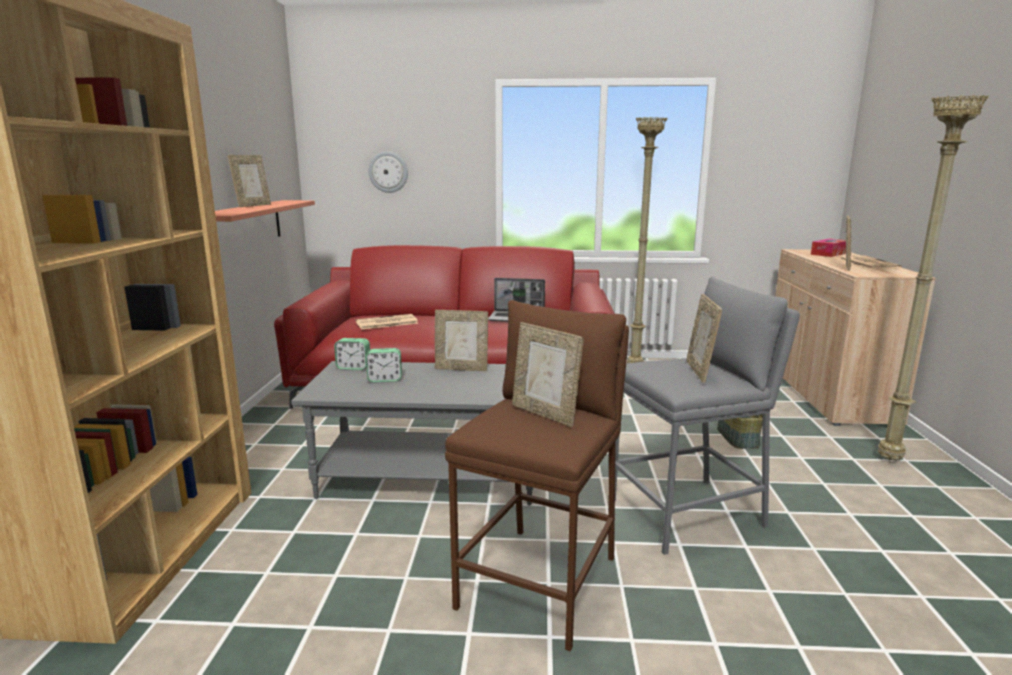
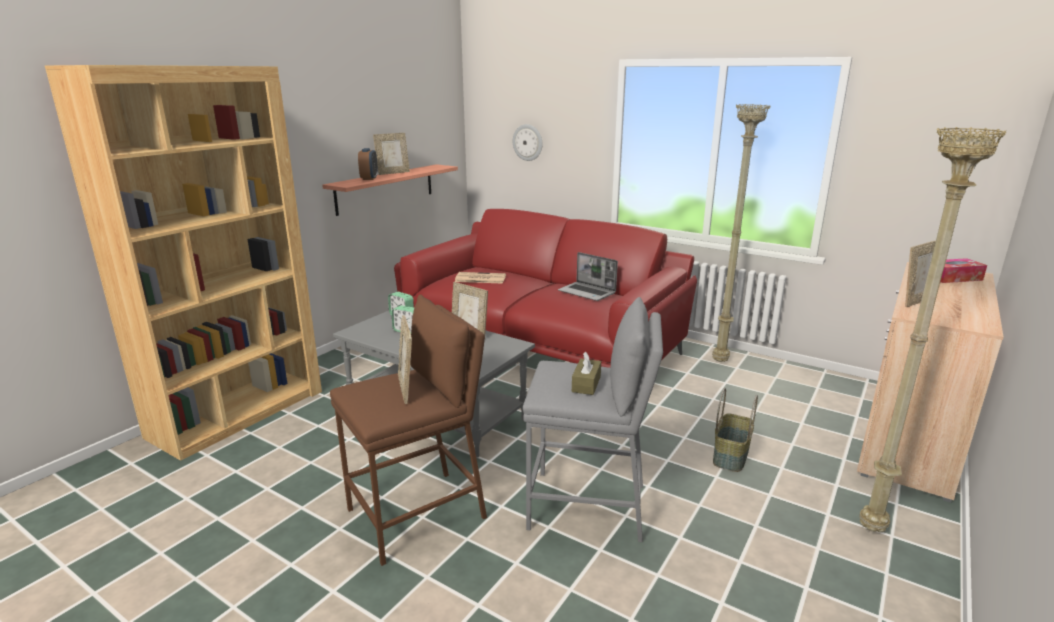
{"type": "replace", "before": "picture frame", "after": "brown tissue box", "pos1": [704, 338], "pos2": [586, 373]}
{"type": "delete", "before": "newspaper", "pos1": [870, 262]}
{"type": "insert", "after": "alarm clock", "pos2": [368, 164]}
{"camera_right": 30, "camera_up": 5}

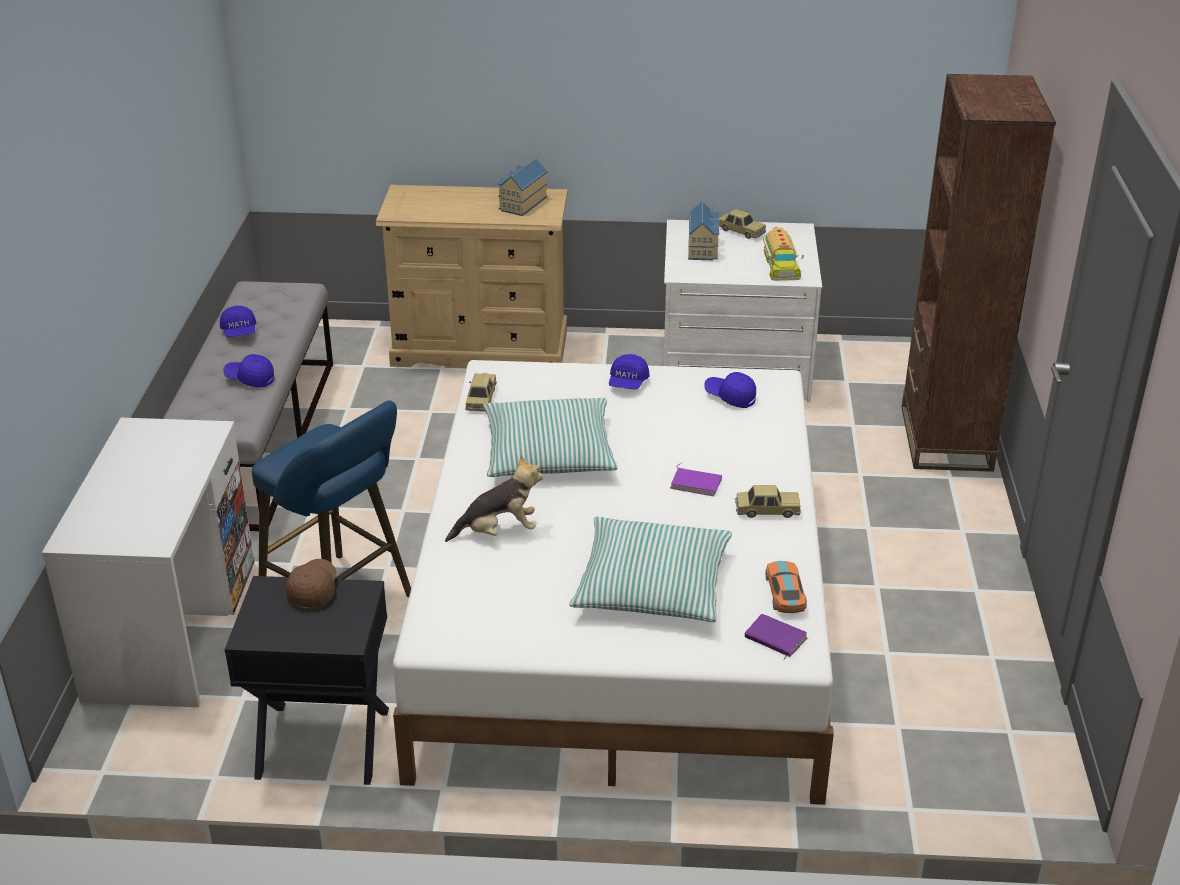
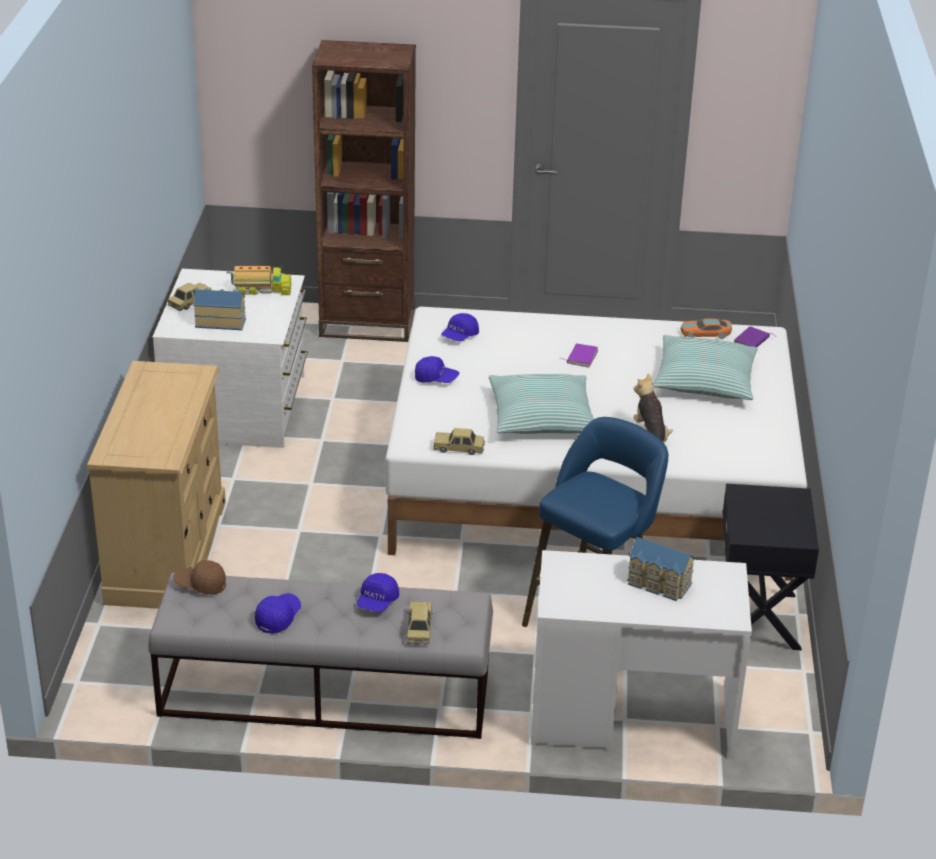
{"type": "rotate", "before": "blue cap", "pos1": [238, 321], "pos2": [278, 613], "turn": -45}
{"type": "move", "before": "brown cap", "pos1": [311, 585], "pos2": [199, 577]}
{"type": "move", "before": "toy house", "pos1": [522, 187], "pos2": [661, 569]}
{"type": "move", "before": "toy car", "pos1": [768, 501], "pos2": [420, 623]}
{"camera_right": -90, "camera_up": 0}

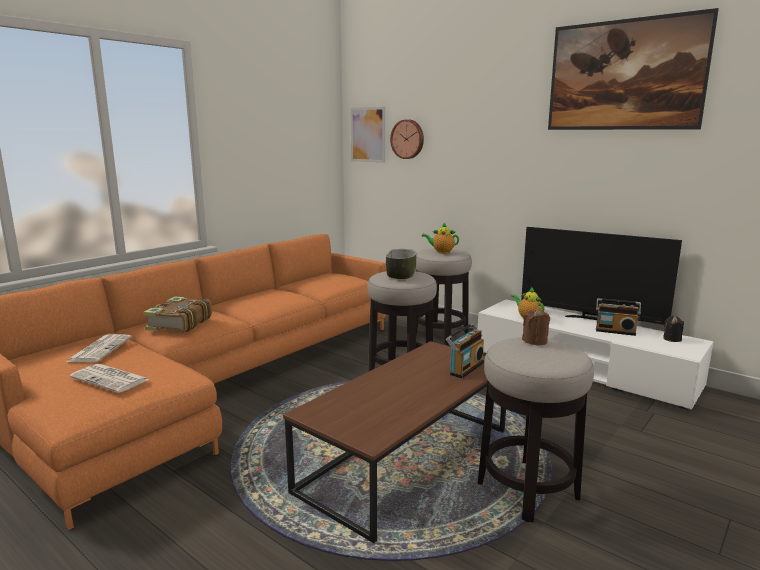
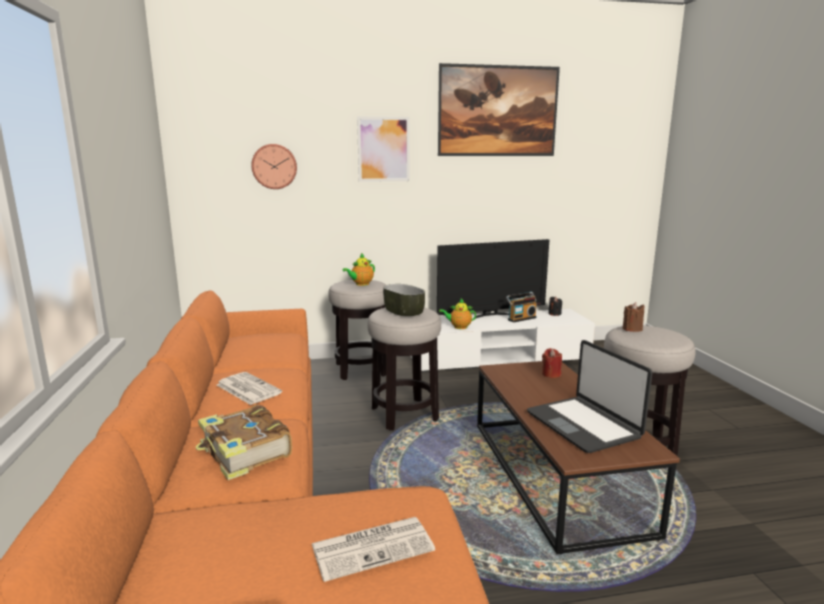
{"type": "move", "before": "newspaper", "pos1": [99, 348], "pos2": [249, 388]}
{"type": "move", "before": "picture", "pos1": [368, 135], "pos2": [383, 149]}
{"type": "replace", "before": "radio", "after": "red candle", "pos1": [465, 350], "pos2": [552, 363]}
{"type": "insert", "after": "laptop", "pos2": [589, 396]}
{"camera_right": -50, "camera_up": 0}

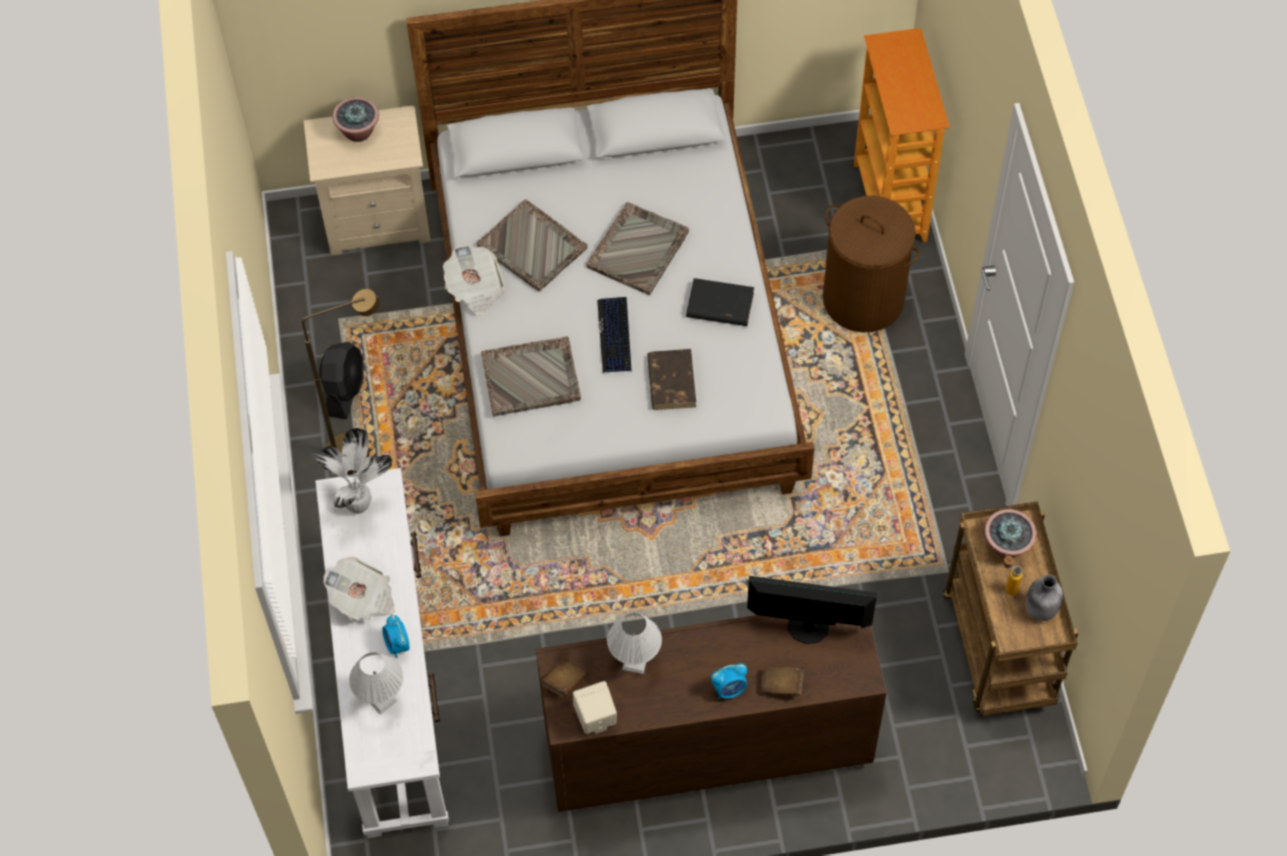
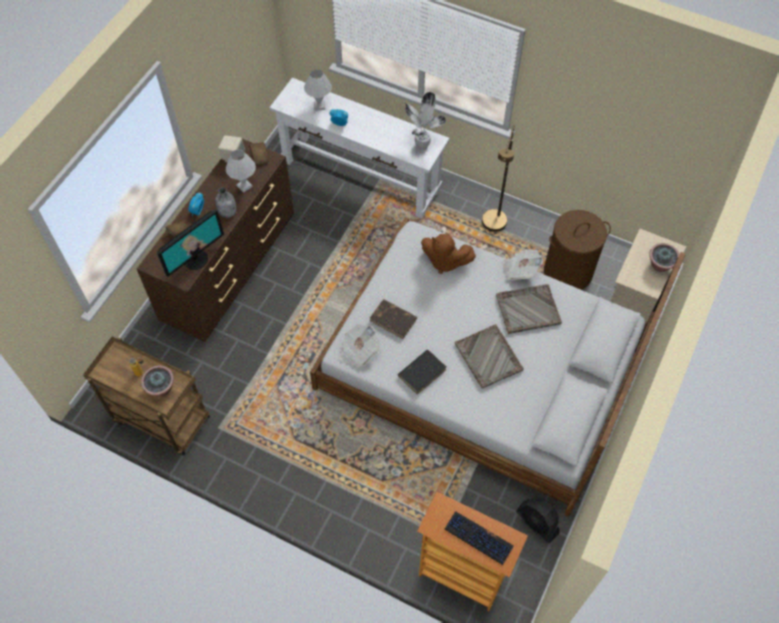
{"type": "move", "before": "black fan", "pos1": [341, 380], "pos2": [538, 520]}
{"type": "move", "before": "newspaper", "pos1": [359, 588], "pos2": [359, 346]}
{"type": "replace", "before": "grey tray", "after": "brown plush toy", "pos1": [531, 376], "pos2": [448, 254]}
{"type": "move", "before": "keyboard", "pos1": [614, 335], "pos2": [479, 538]}
{"type": "move", "before": "brown laundry basket", "pos1": [871, 264], "pos2": [577, 250]}
{"type": "move", "before": "grey bottle", "pos1": [1044, 598], "pos2": [225, 202]}
{"camera_right": 125, "camera_up": 0}

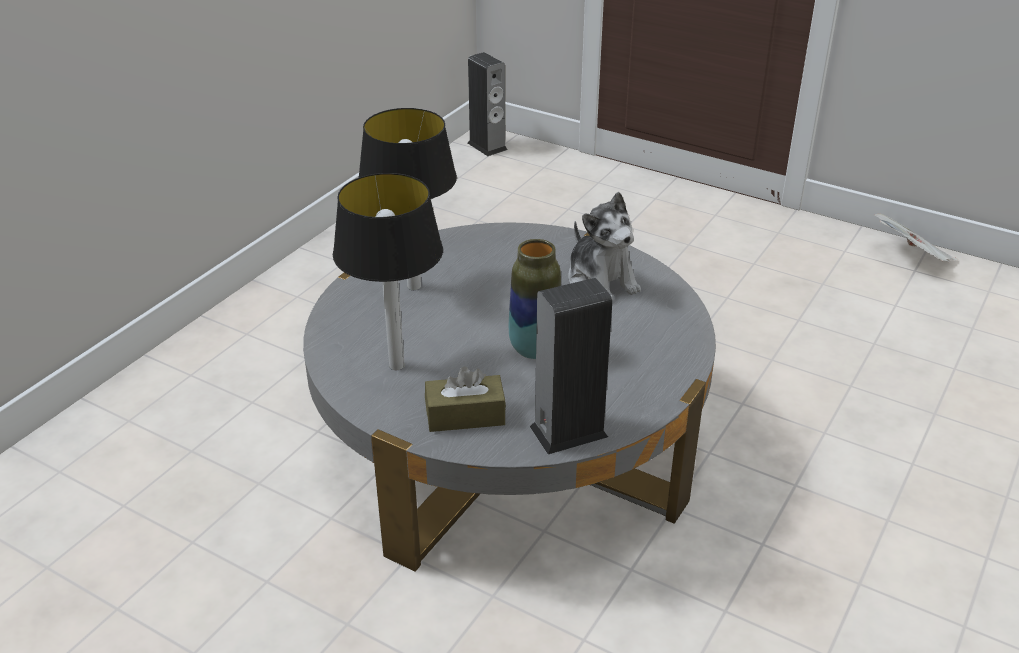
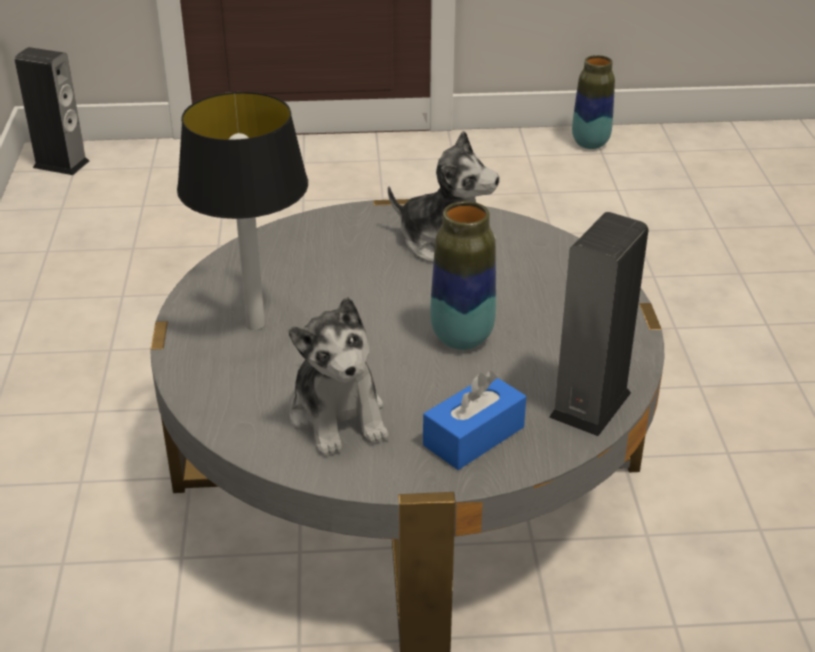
{"type": "replace", "before": "table lamp", "after": "plush toy", "pos1": [388, 271], "pos2": [338, 376]}
{"type": "recolor", "before": "brown tissue box", "after": "blue tissue box", "pos1": [465, 399], "pos2": [474, 420]}
{"type": "replace", "before": "newspaper", "after": "vase", "pos1": [916, 238], "pos2": [593, 102]}
{"camera_right": -35, "camera_up": 0}

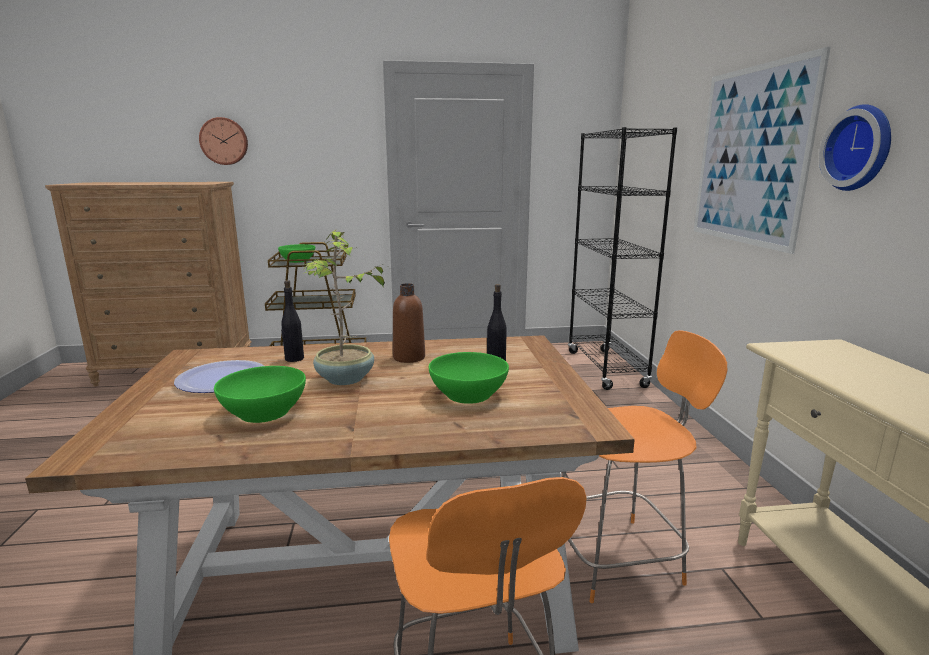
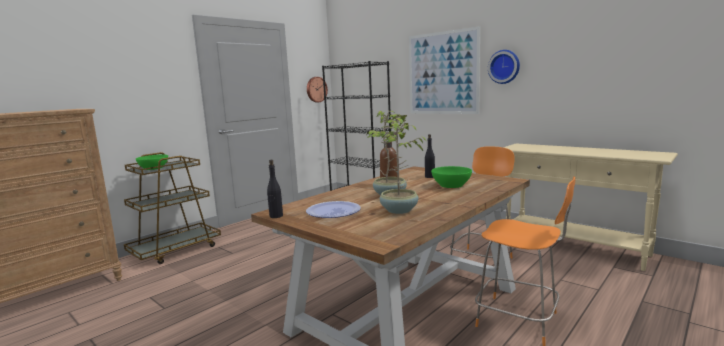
{"type": "move", "before": "wall clock", "pos1": [223, 141], "pos2": [317, 89]}
{"type": "replace", "before": "green bowl", "after": "potted plant", "pos1": [260, 394], "pos2": [399, 164]}
{"type": "move", "before": "black bottle", "pos1": [292, 321], "pos2": [275, 189]}
{"camera_right": -40, "camera_up": -5}

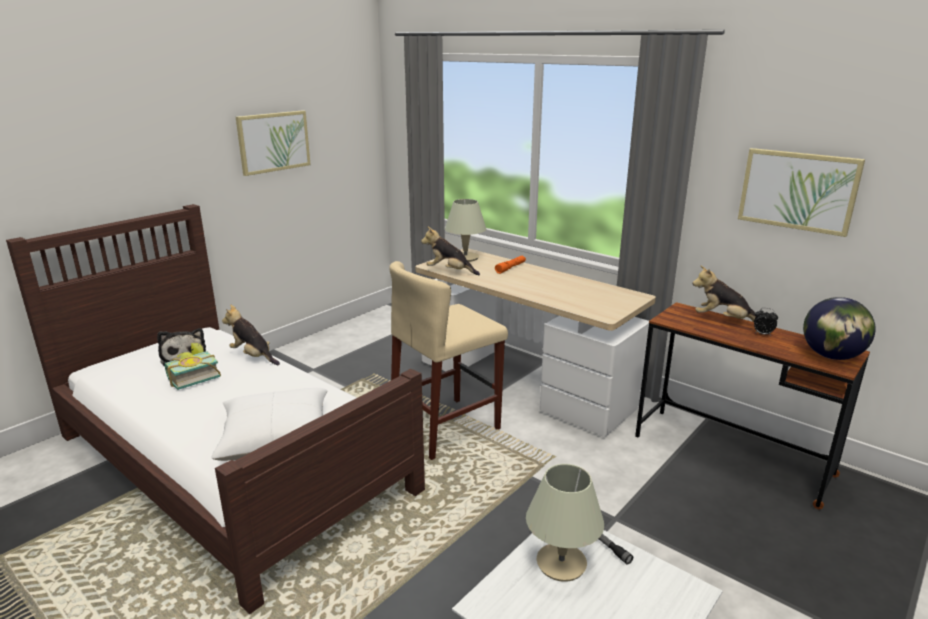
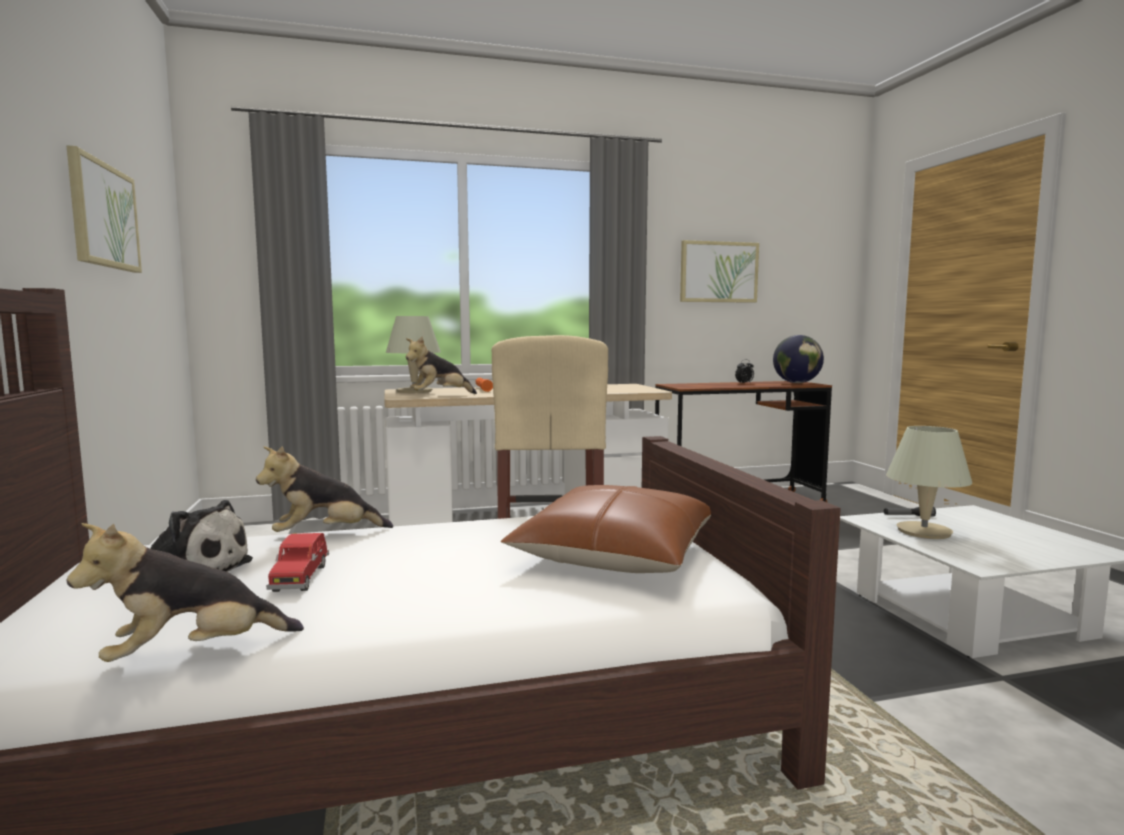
{"type": "replace", "before": "book", "after": "red toy car", "pos1": [193, 366], "pos2": [297, 562]}
{"type": "recolor", "before": "white pillow", "after": "brown pillow", "pos1": [269, 424], "pos2": [605, 529]}
{"type": "move", "before": "plush toy", "pos1": [724, 293], "pos2": [185, 592]}
{"camera_right": -55, "camera_up": -15}

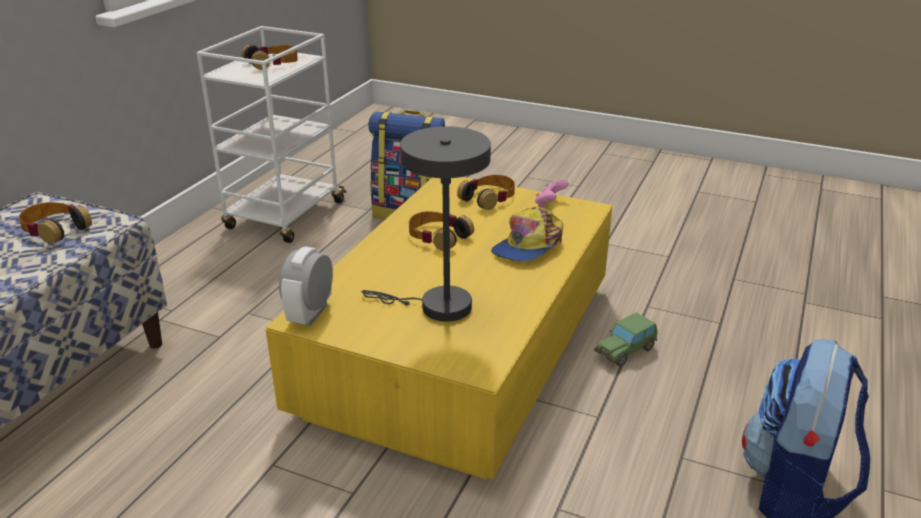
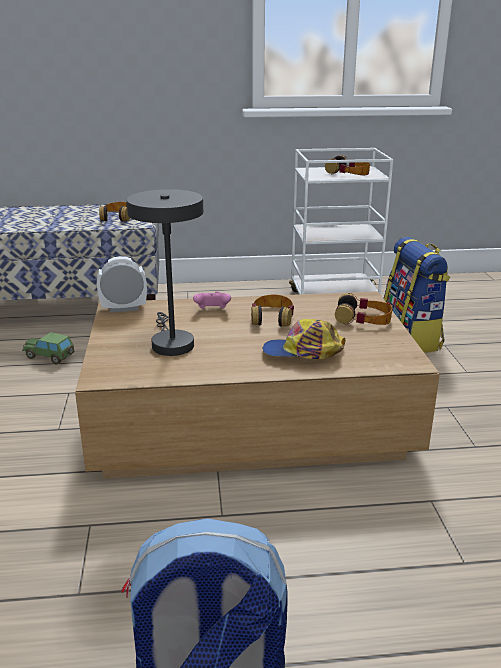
{"type": "recolor", "before": "yellow coffee table", "after": "brown coffee table", "pos1": [438, 328], "pos2": [257, 385]}
{"type": "move", "before": "pink game controller", "pos1": [552, 193], "pos2": [212, 300]}
{"type": "move", "before": "toy car", "pos1": [626, 339], "pos2": [48, 348]}
{"camera_right": 60, "camera_up": -5}

